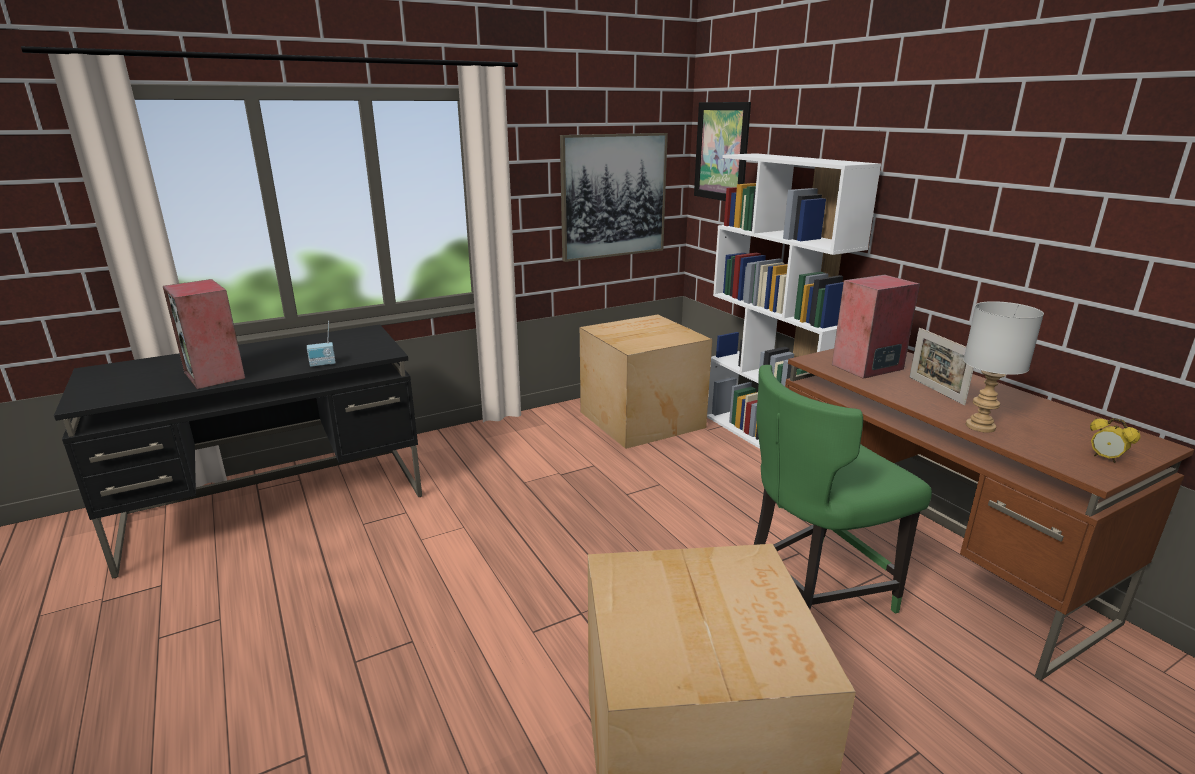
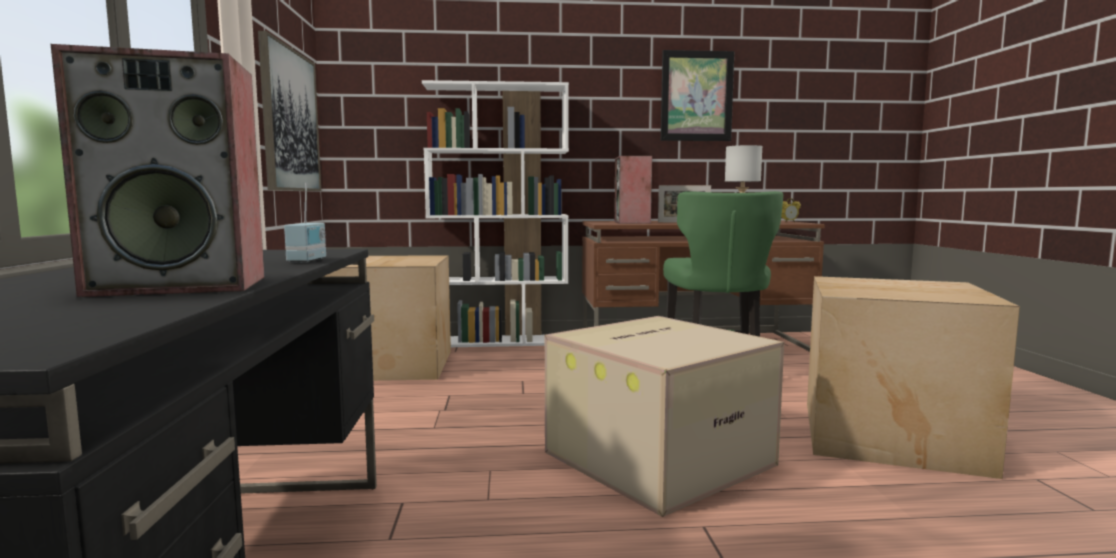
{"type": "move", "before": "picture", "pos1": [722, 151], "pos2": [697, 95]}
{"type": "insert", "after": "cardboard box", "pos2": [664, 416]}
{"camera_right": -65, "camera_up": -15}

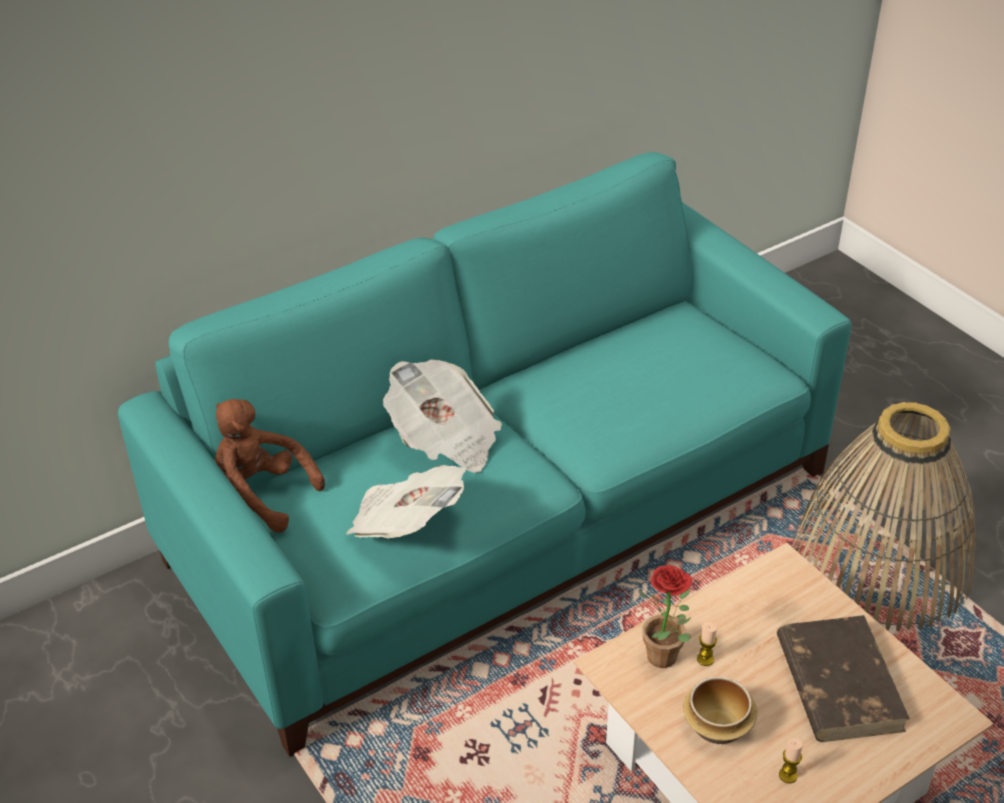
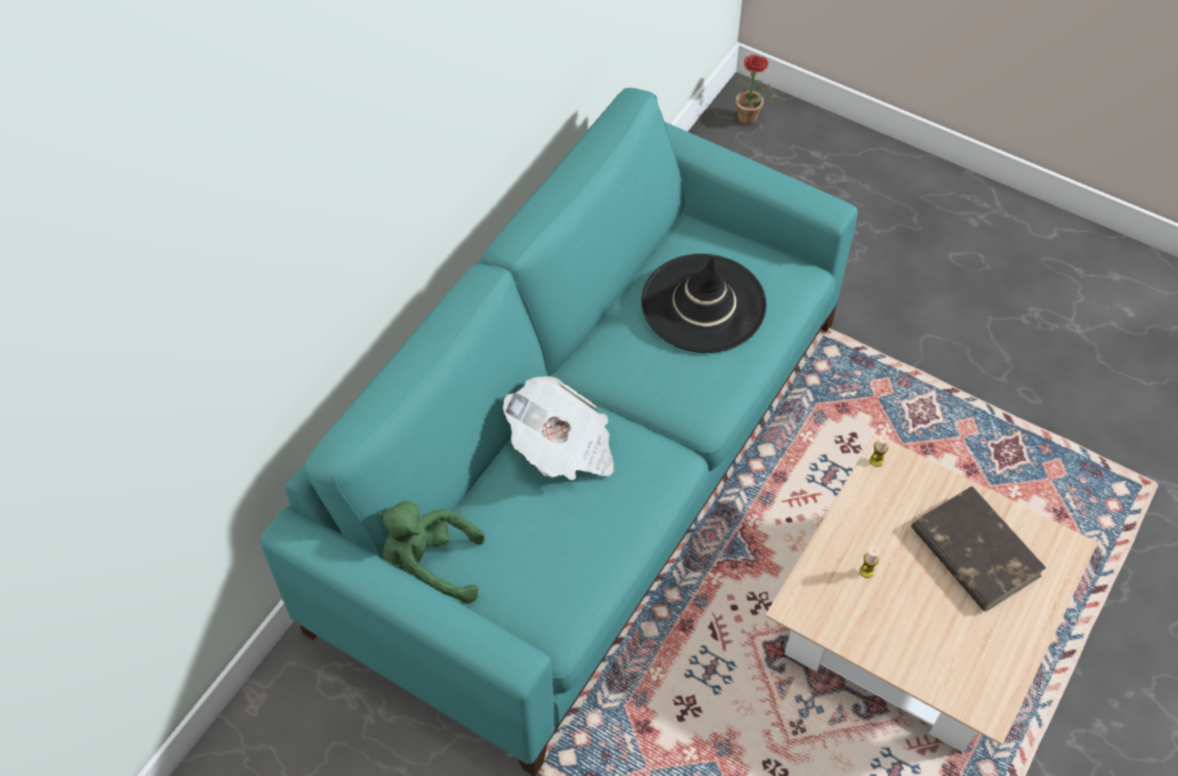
{"type": "recolor", "before": "brown plush toy", "after": "green plush toy", "pos1": [270, 465], "pos2": [431, 552]}
{"type": "delete", "before": "newspaper", "pos1": [406, 502]}
{"type": "move", "before": "potted plant", "pos1": [665, 616], "pos2": [756, 90]}
{"type": "delete", "before": "bowl", "pos1": [720, 710]}
{"type": "move", "before": "candle", "pos1": [791, 760], "pos2": [880, 450]}
{"type": "delete", "before": "basket", "pos1": [884, 516]}
{"type": "insert", "after": "black hat", "pos2": [703, 303]}
{"camera_right": -25, "camera_up": 15}

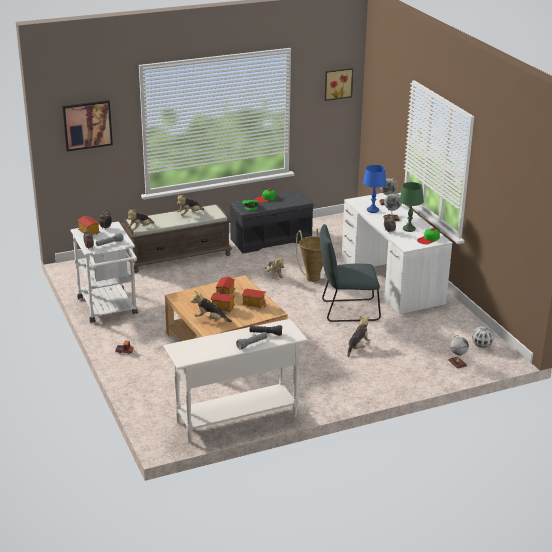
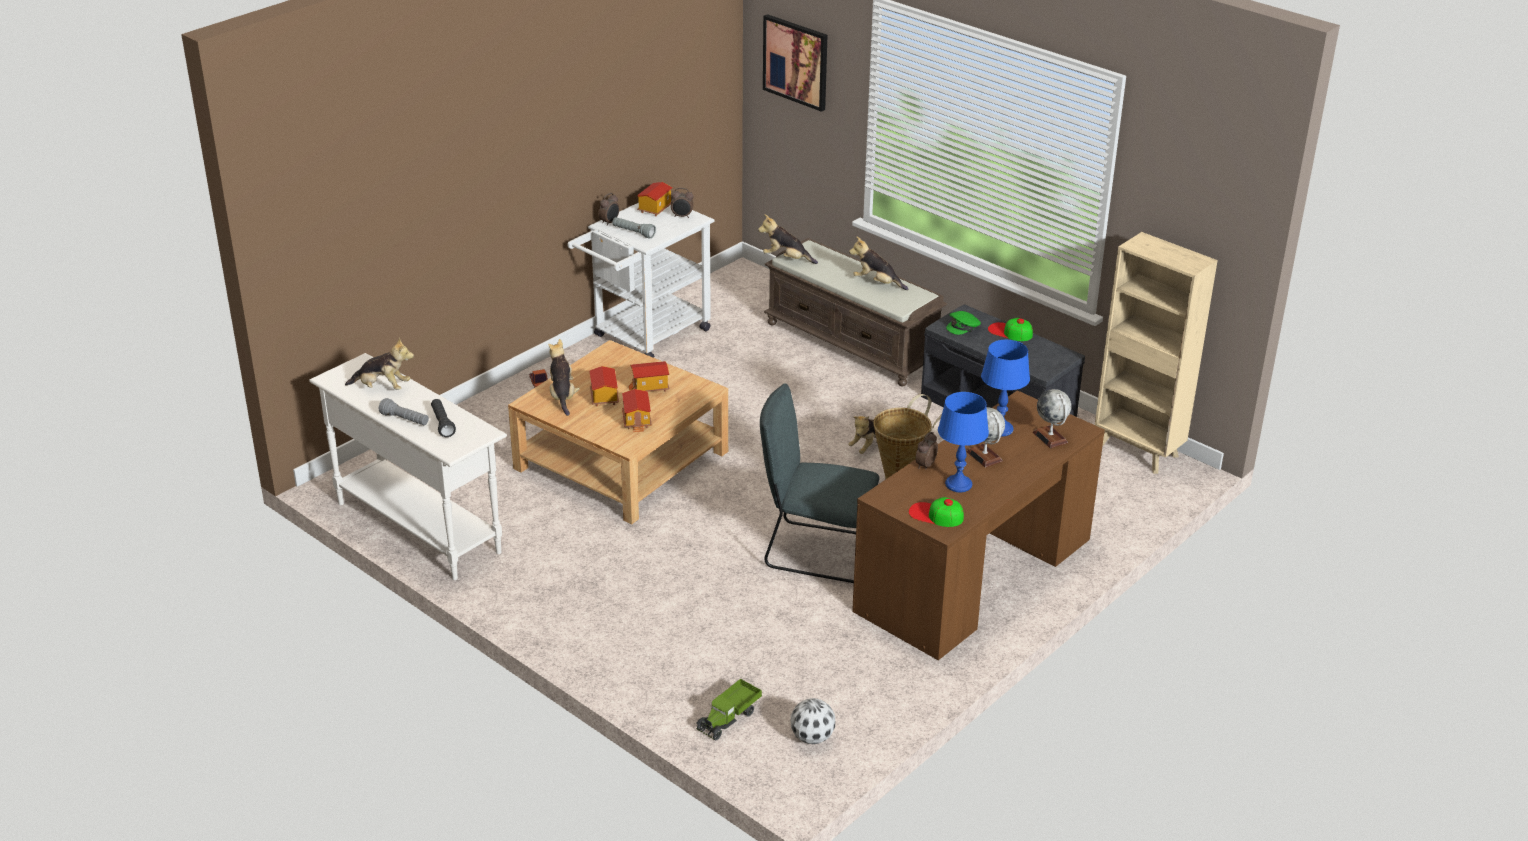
{"type": "rotate", "before": "grey chair", "pos1": [350, 273], "pos2": [819, 483], "turn": -45}
{"type": "delete", "before": "picture", "pos1": [339, 84]}
{"type": "recolor", "before": "white desk", "after": "brown desk", "pos1": [397, 253], "pos2": [978, 525]}
{"type": "move", "before": "plush toy", "pos1": [359, 336], "pos2": [379, 363]}
{"type": "recolor", "before": "green table lamp", "after": "blue table lamp", "pos1": [411, 207], "pos2": [963, 442]}
{"type": "replace", "before": "globe", "after": "toy truck", "pos1": [458, 352], "pos2": [729, 709]}
{"type": "insert", "after": "beige bookcase", "pos2": [1156, 353]}
{"camera_right": 65, "camera_up": 5}

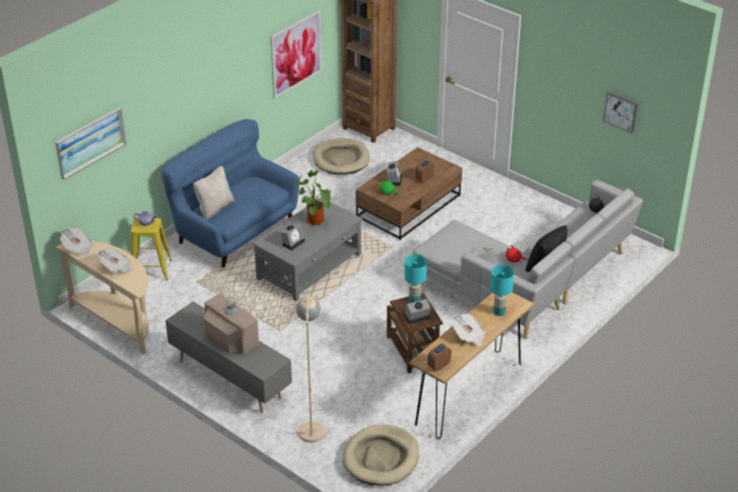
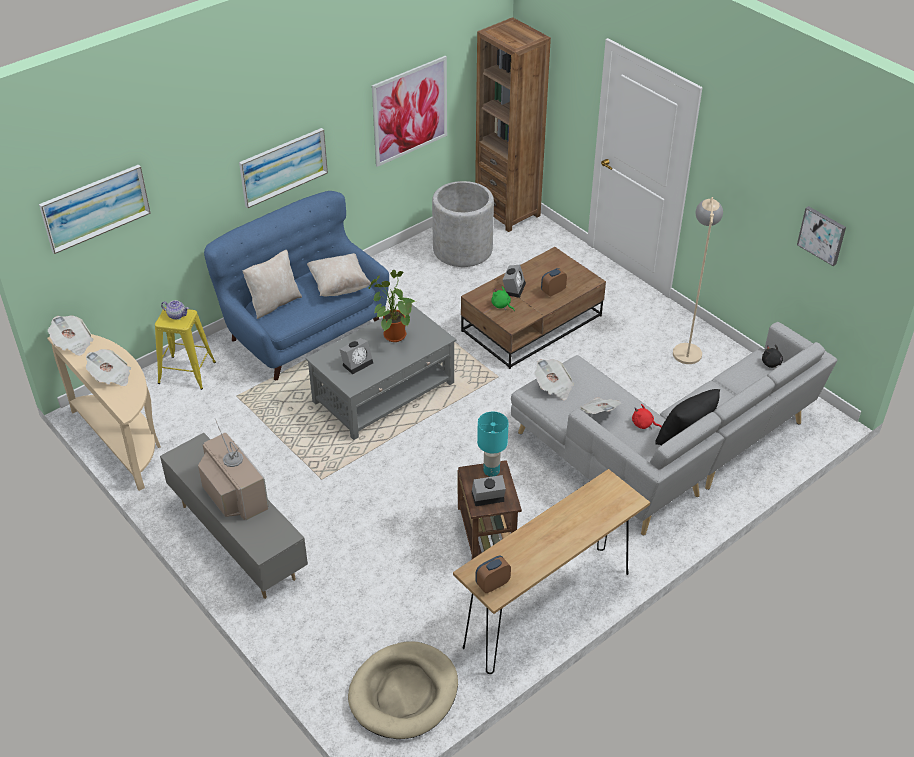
{"type": "move", "before": "beige floor lamp", "pos1": [310, 369], "pos2": [698, 280]}
{"type": "replace", "before": "beige dog bed", "after": "grey planter", "pos1": [341, 156], "pos2": [463, 224]}
{"type": "move", "before": "newspaper", "pos1": [469, 329], "pos2": [554, 379]}
{"type": "delete", "before": "turquoise table lamp", "pos1": [502, 290]}
{"type": "insert", "after": "picture", "pos2": [283, 168]}
{"type": "insert", "after": "beige pillow", "pos2": [339, 275]}
{"camera_right": 10, "camera_up": 5}

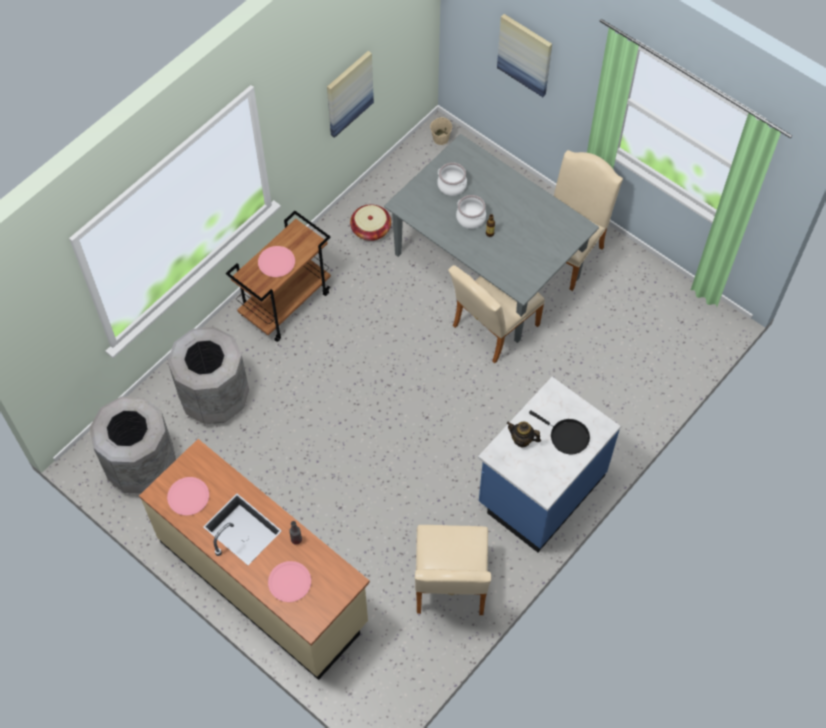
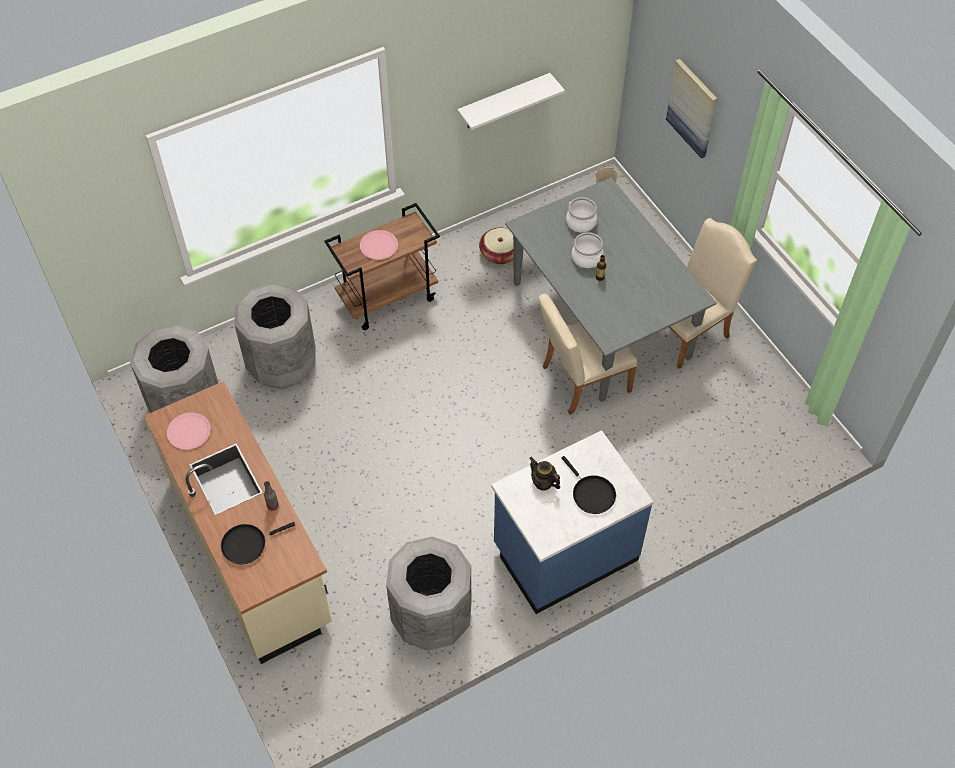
{"type": "replace", "before": "pink plate", "after": "black frying pan", "pos1": [289, 581], "pos2": [258, 543]}
{"type": "replace", "before": "picture", "after": "white shelf", "pos1": [350, 94], "pos2": [511, 101]}
{"type": "replace", "before": "beige chair", "after": "grey trash can", "pos1": [453, 570], "pos2": [428, 593]}
{"camera_right": 20, "camera_up": -5}

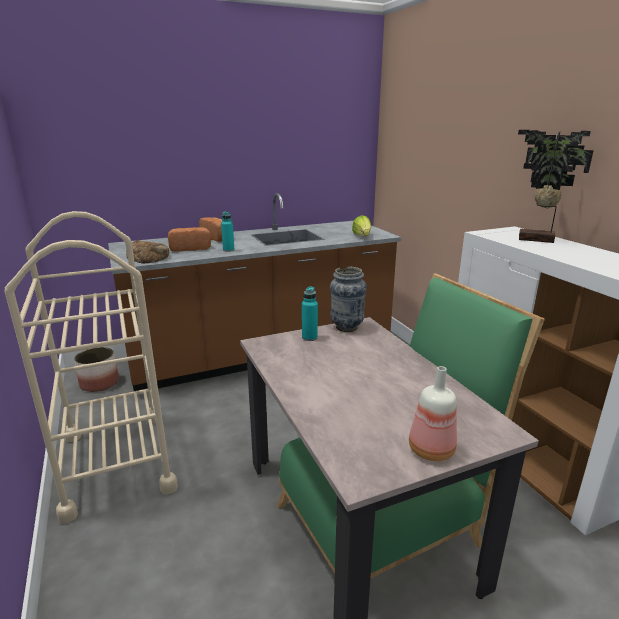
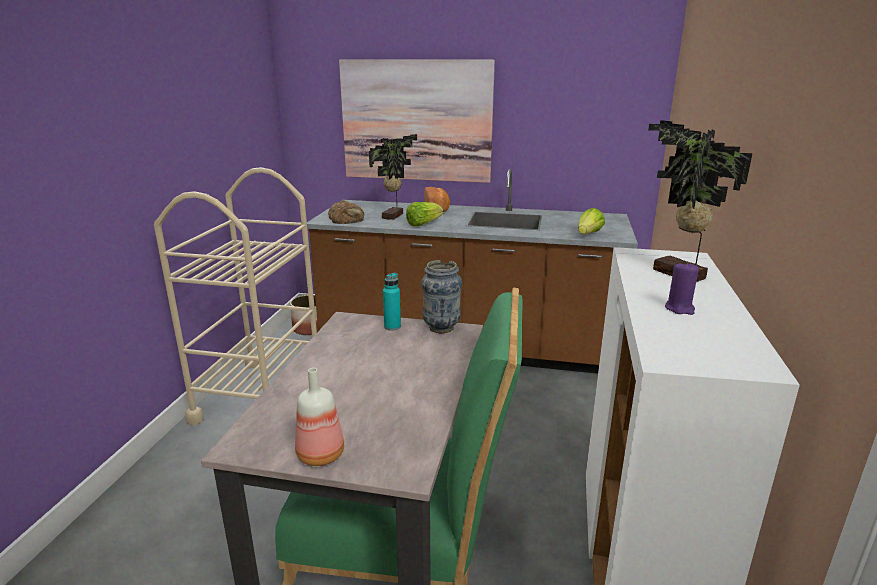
{"type": "replace", "before": "bread", "after": "potted plant", "pos1": [189, 239], "pos2": [393, 177]}
{"type": "replace", "before": "turquoise bottle", "after": "lettuce", "pos1": [228, 231], "pos2": [424, 214]}
{"type": "insert", "after": "picture", "pos2": [417, 121]}
{"type": "insert", "after": "purple candle", "pos2": [682, 288]}
{"camera_right": 35, "camera_up": 0}

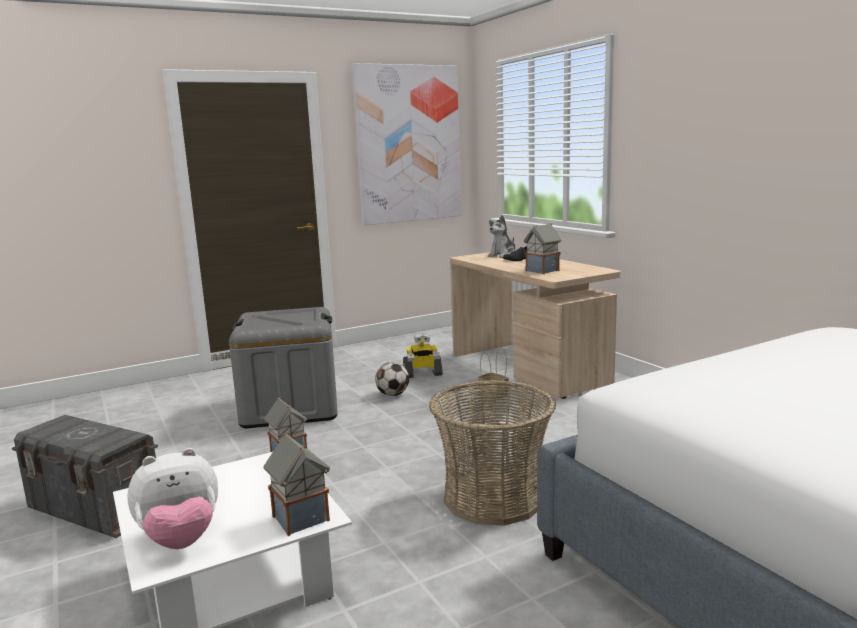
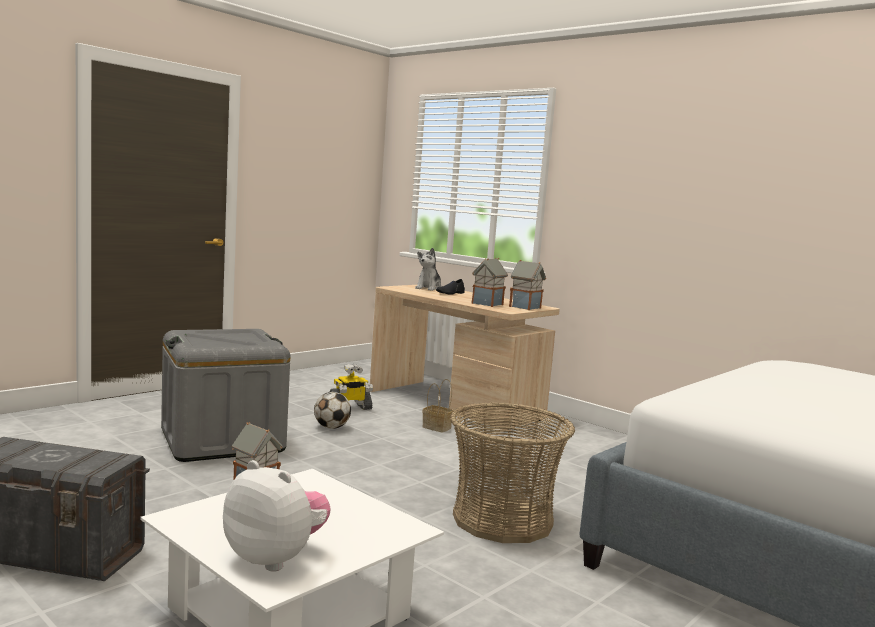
{"type": "rotate", "before": "plush toy", "pos1": [172, 498], "pos2": [277, 516], "turn": -105}
{"type": "move", "before": "toy house", "pos1": [296, 484], "pos2": [527, 285]}
{"type": "delete", "before": "picture", "pos1": [406, 144]}
{"camera_right": -20, "camera_up": -5}

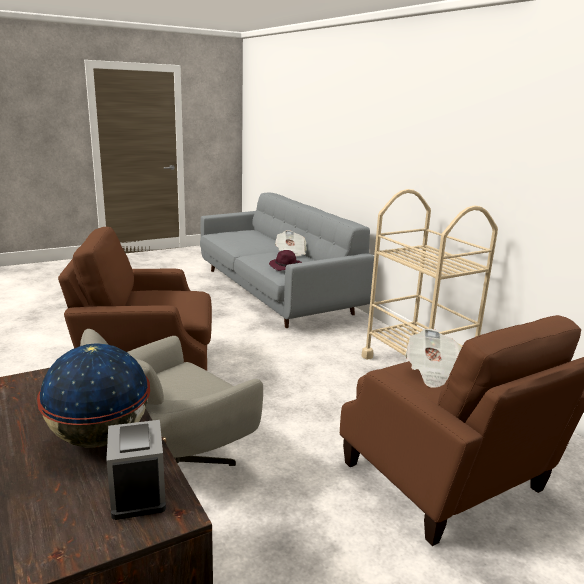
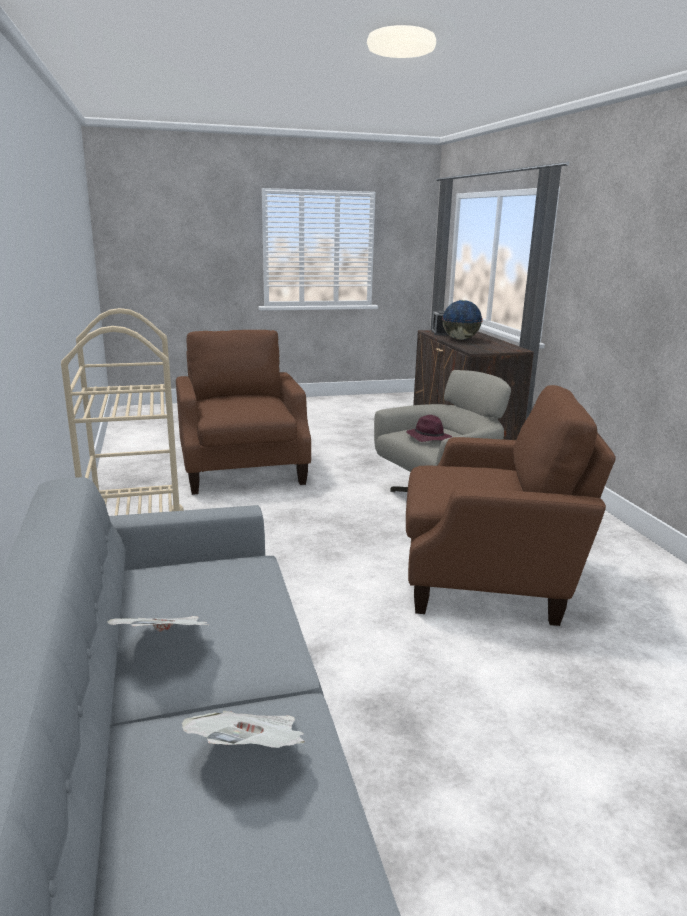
{"type": "move", "before": "purple hat", "pos1": [285, 260], "pos2": [429, 428]}
{"type": "move", "before": "newspaper", "pos1": [433, 358], "pos2": [243, 729]}
{"camera_right": -165, "camera_up": 0}

